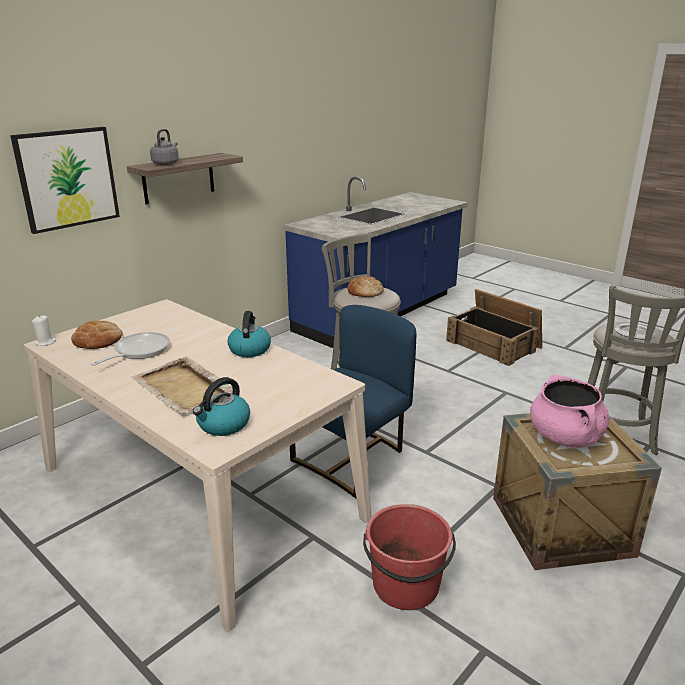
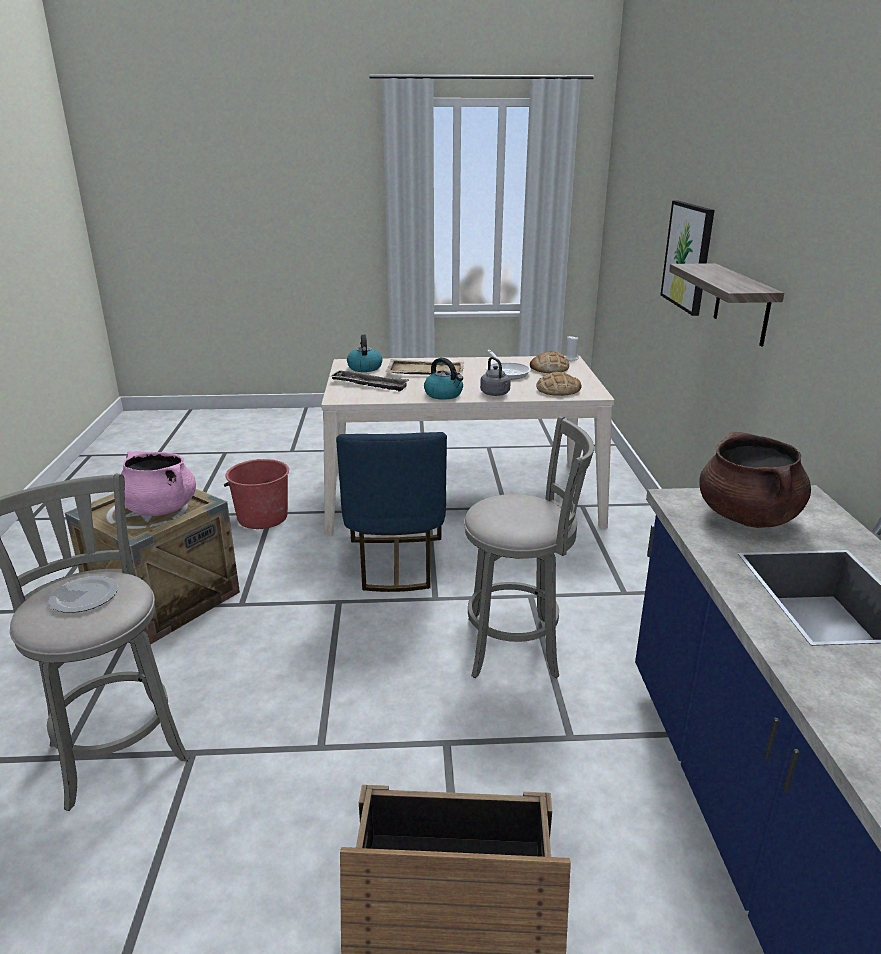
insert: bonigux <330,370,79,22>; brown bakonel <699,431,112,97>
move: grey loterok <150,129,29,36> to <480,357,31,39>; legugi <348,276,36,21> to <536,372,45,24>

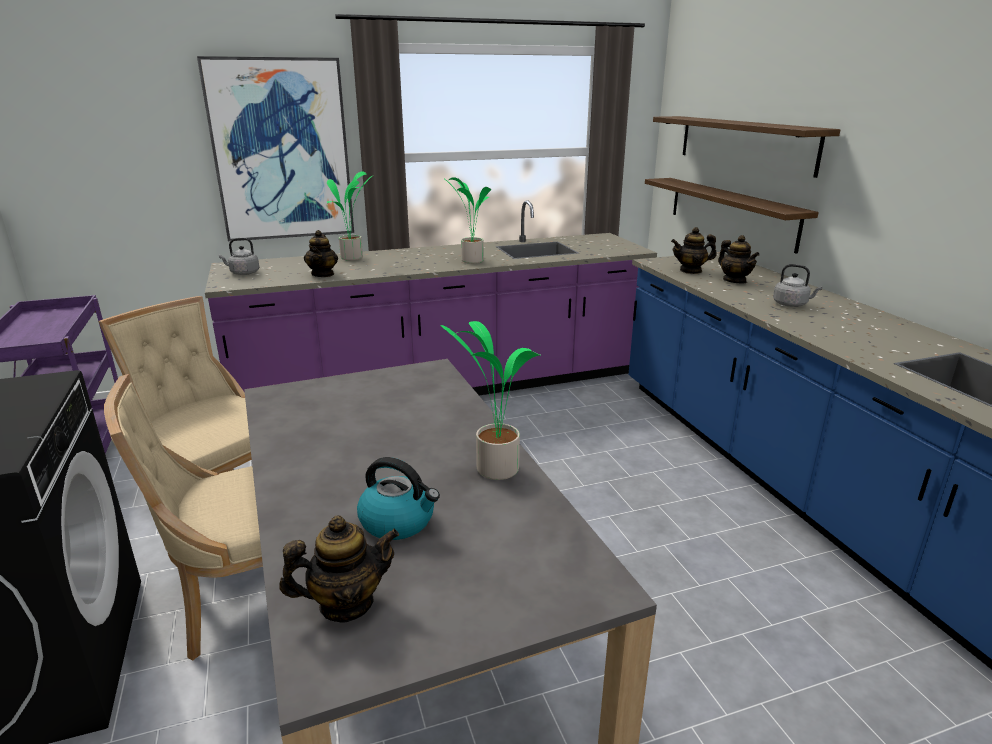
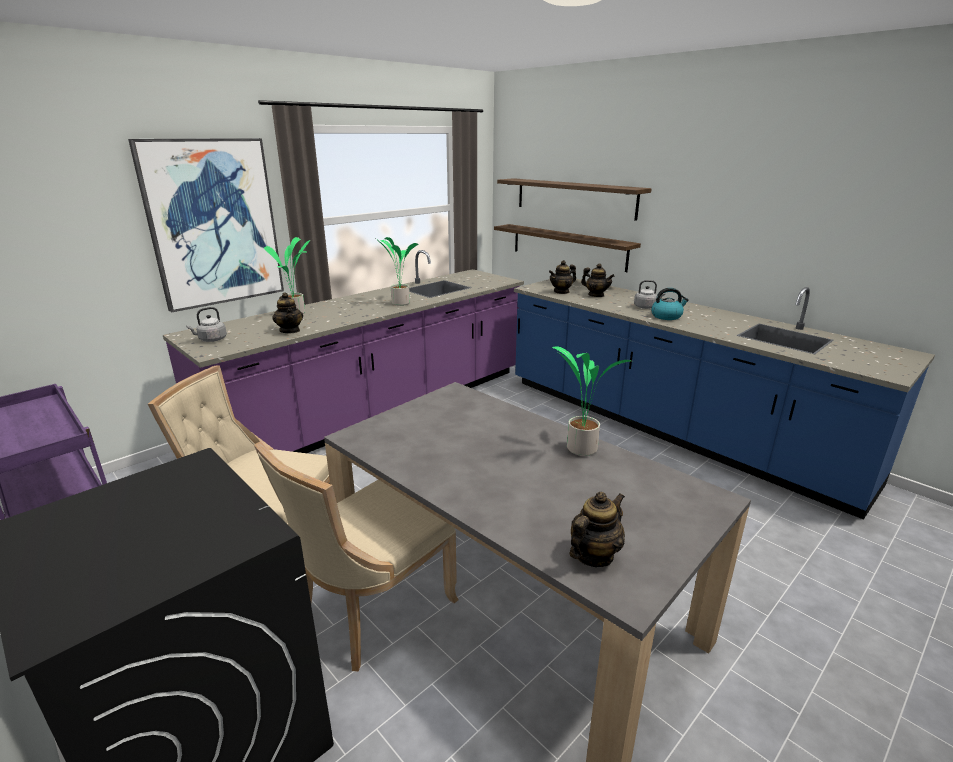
move: loterok <357,457,83,83> to <651,288,38,32>

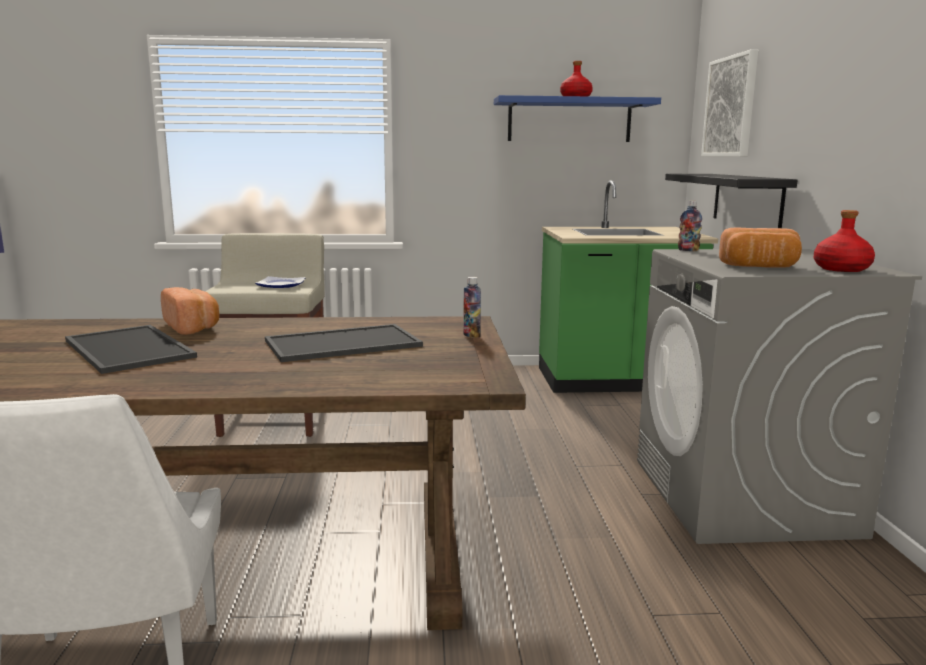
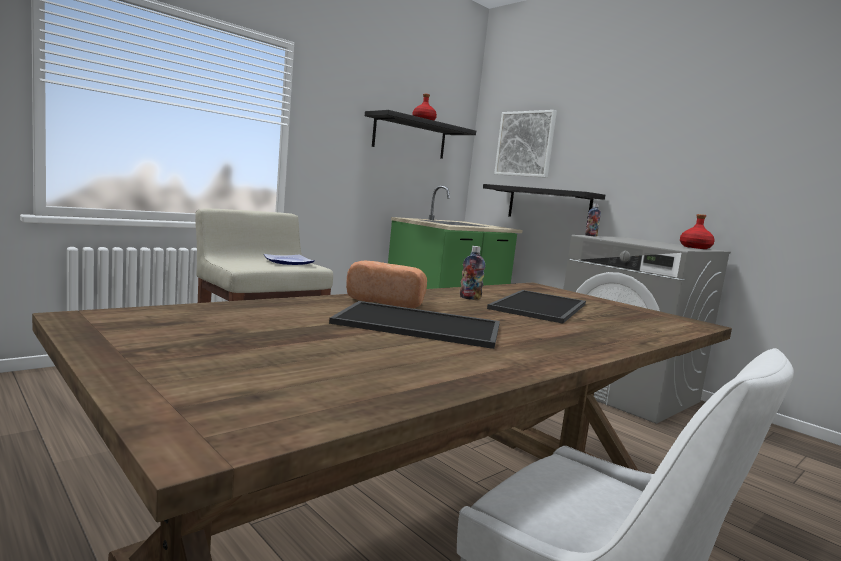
delete: legugi <719,228,83,40>
move: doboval <463,277,18,61> to <460,246,25,54>
recolor: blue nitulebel <494,95,167,47> to black nitulebel <365,110,111,49>

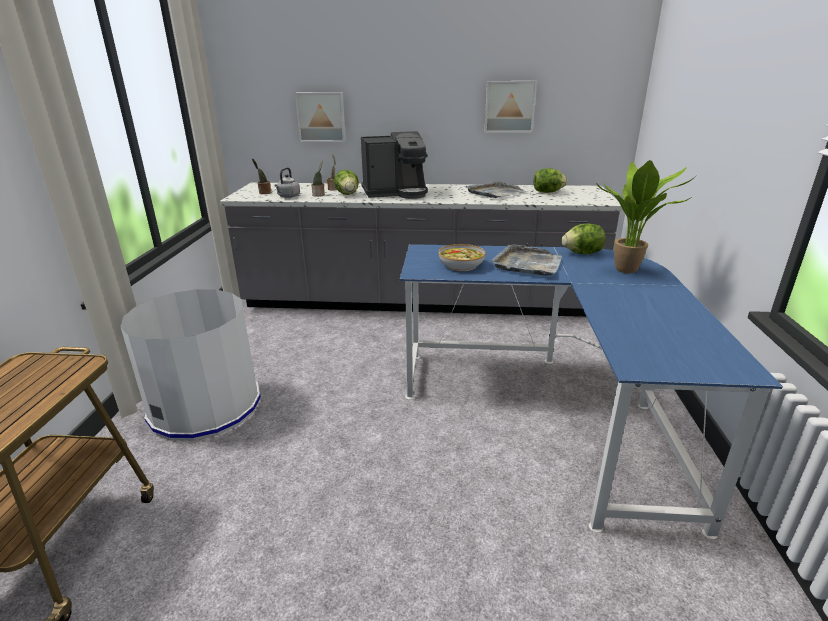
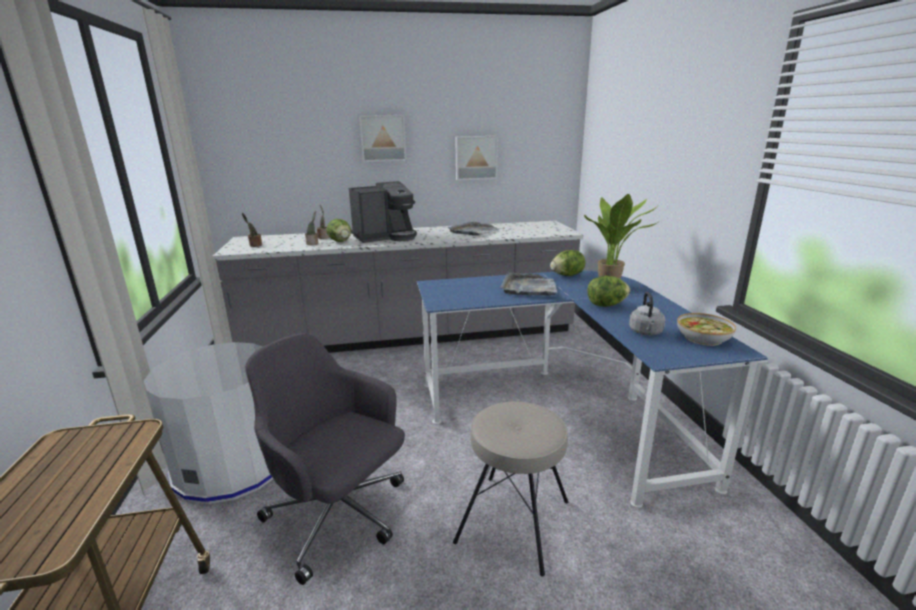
insert: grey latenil <245,333,160,252>; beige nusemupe <453,402,116,175>
move: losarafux <295,92,51,50> to <359,115,48,47>; grey loterok <274,168,26,30> to <629,292,36,43>; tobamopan <534,168,33,25> to <587,276,43,31>; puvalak <439,244,46,27> to <677,313,59,33>

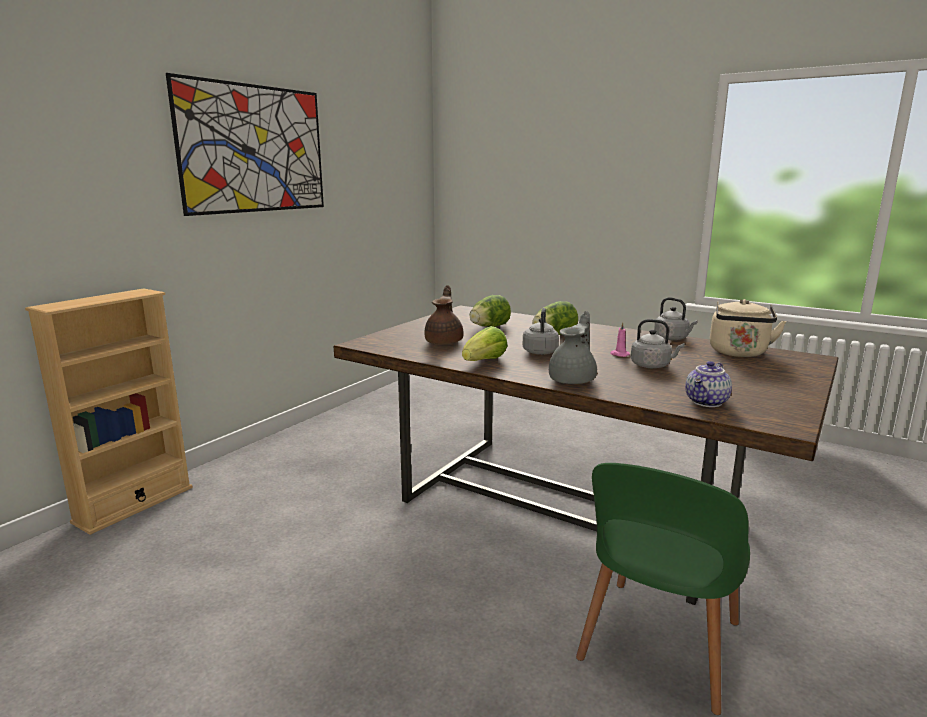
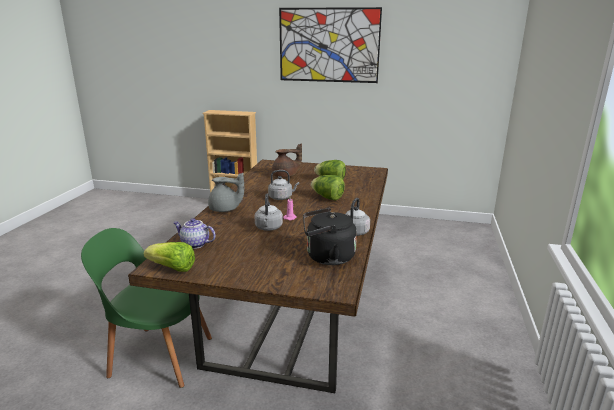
move: tobamopan <462,326,46,35> to <143,242,52,30>
recolor: beige loterok <710,299,77,58> to black loterok <303,208,54,57>

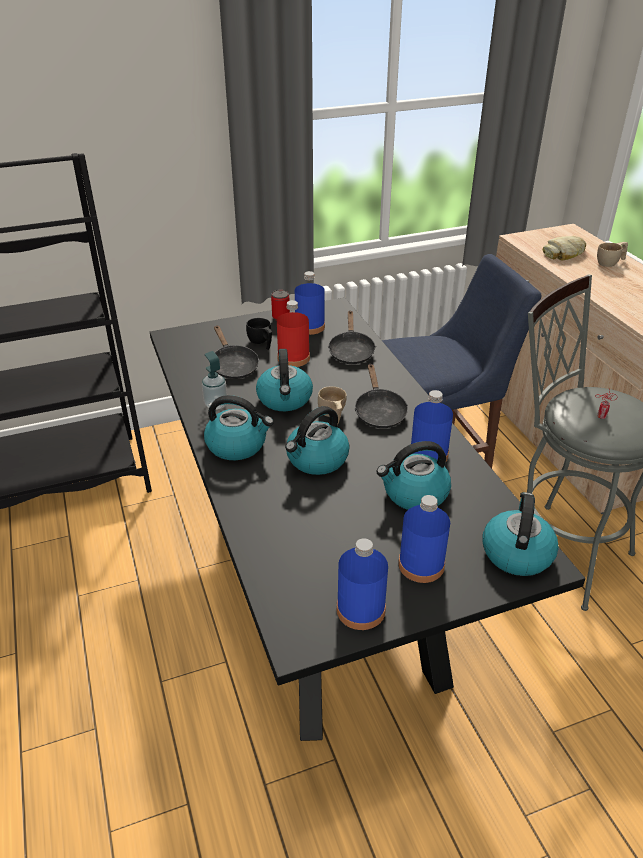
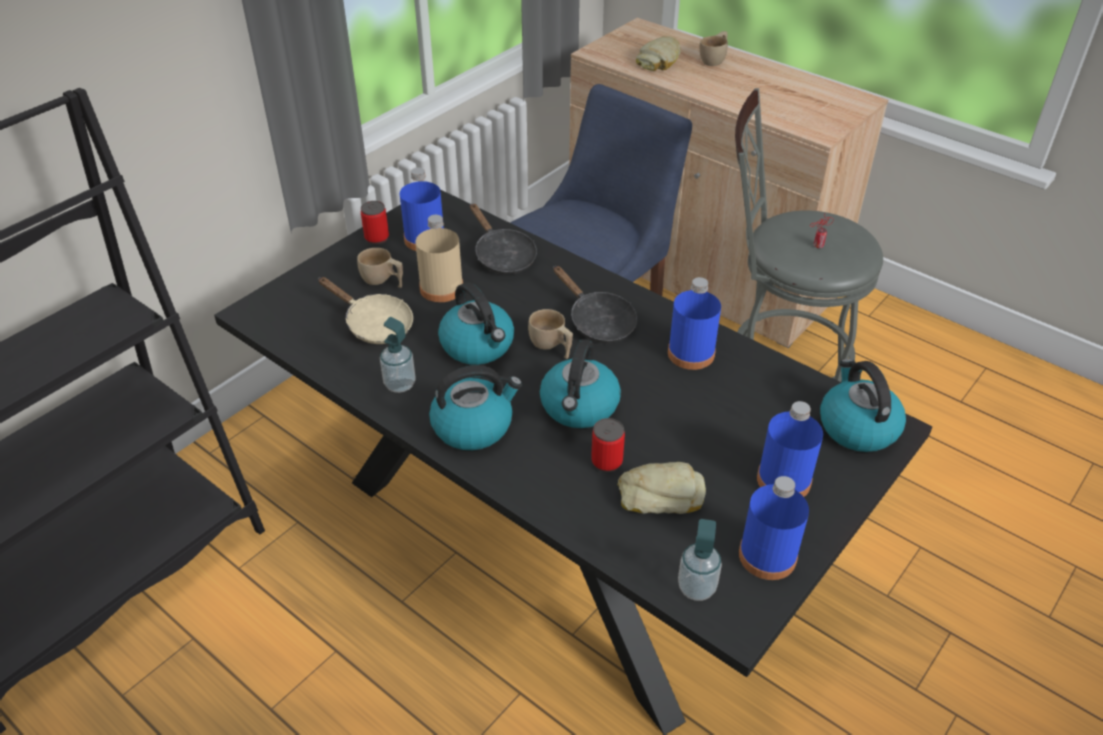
delete: loterok <376,441,75,69>
insert: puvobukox <591,418,34,54>; legugi <618,462,88,52>; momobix <678,519,44,82>
recolor: red doboval <277,300,33,67> to beige doboval <415,215,48,87>; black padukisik <246,318,26,32> to beige padukisik <357,248,46,40>; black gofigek <214,325,45,54> to beige gofigek <318,277,95,67>

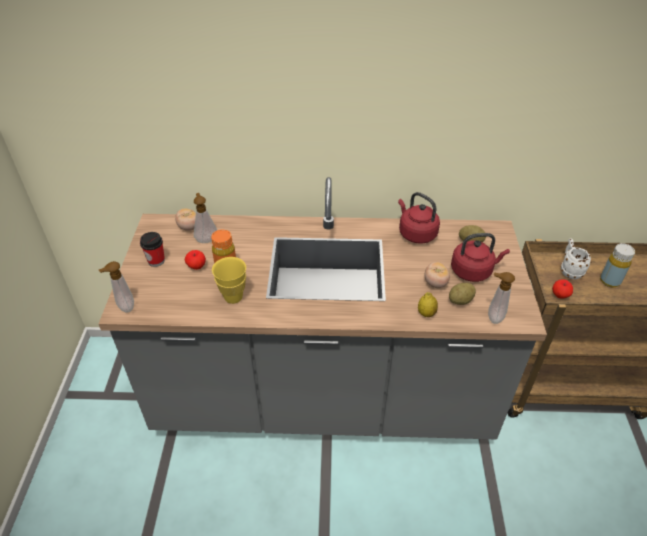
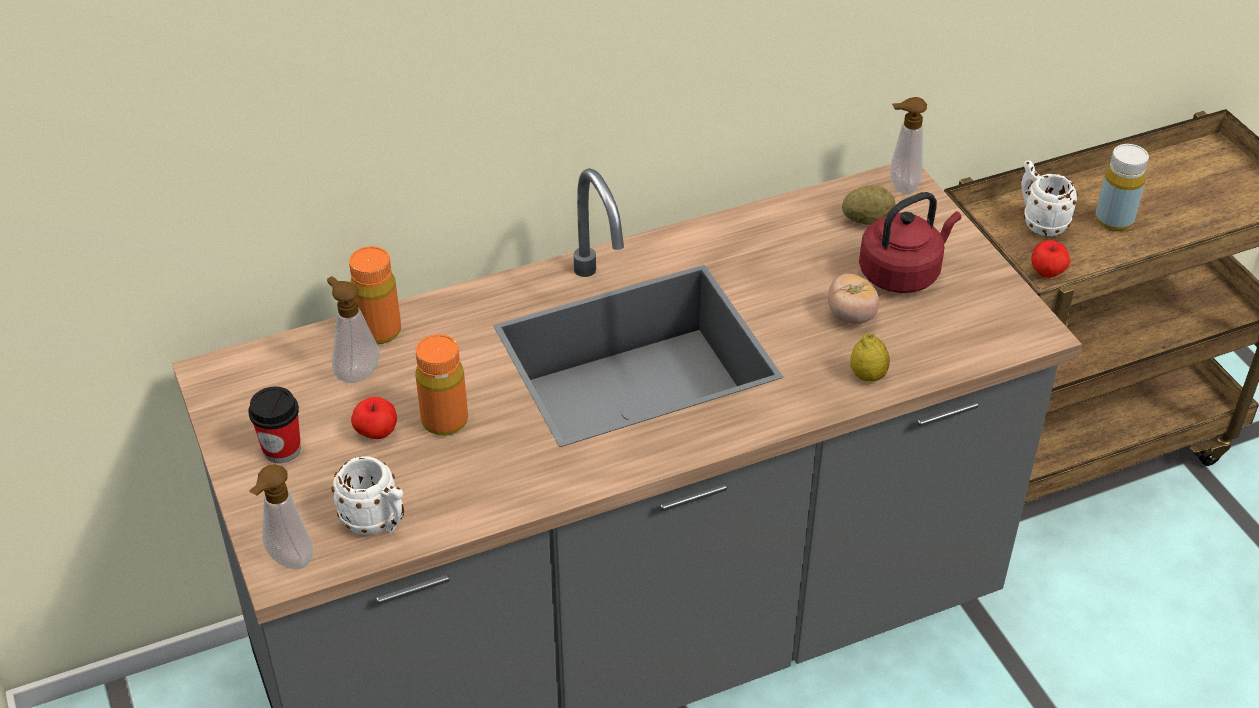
delete: red loterok <398,192,42,51>; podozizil <175,208,21,23>; yellow padukisik <212,257,34,47>; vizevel <449,283,27,22>
insert: orange doboval <349,246,52,98>; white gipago <332,456,72,79>
move: momobix <488,272,27,52> to <890,97,37,97>

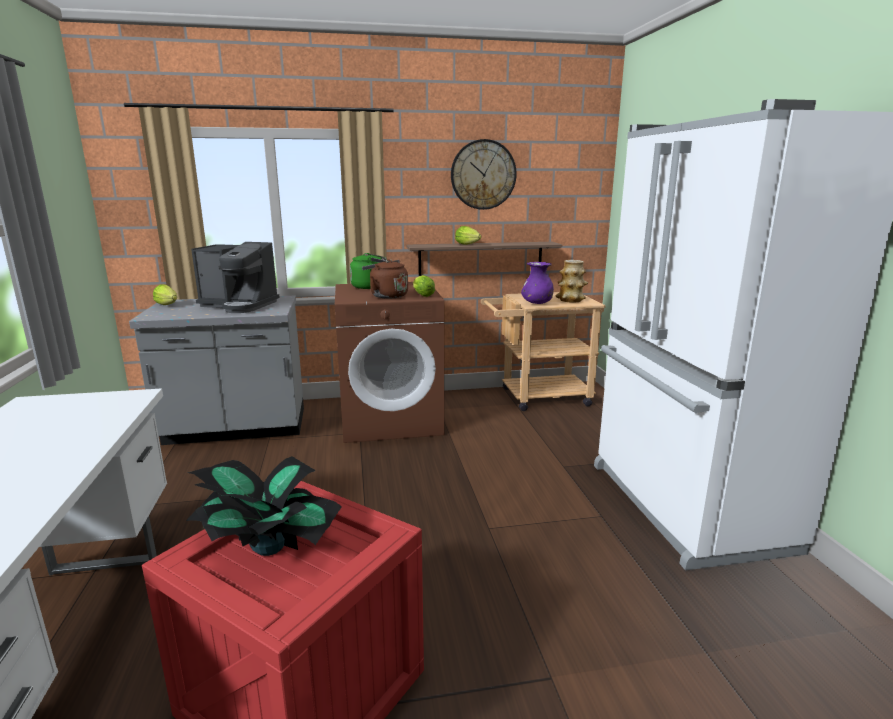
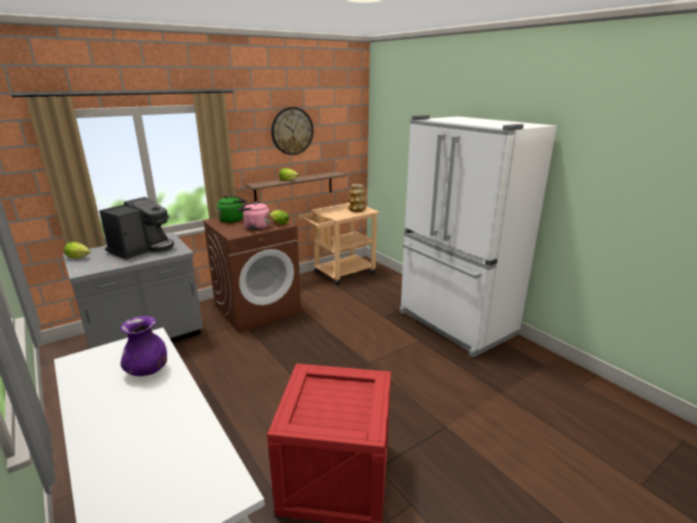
delete: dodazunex <186,456,156,100>
move: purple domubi <521,262,33,42> to <120,316,47,60>
recolor: brown loterok <362,259,46,40> to pink loterok <238,201,33,29>
rotate: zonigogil <191,242,89,71> = <99,197,75,63> 45 degrees counterclockwise

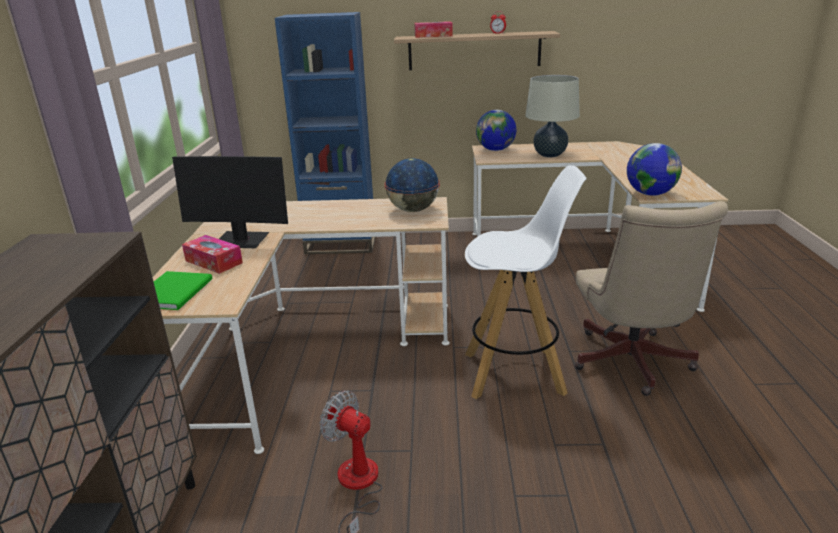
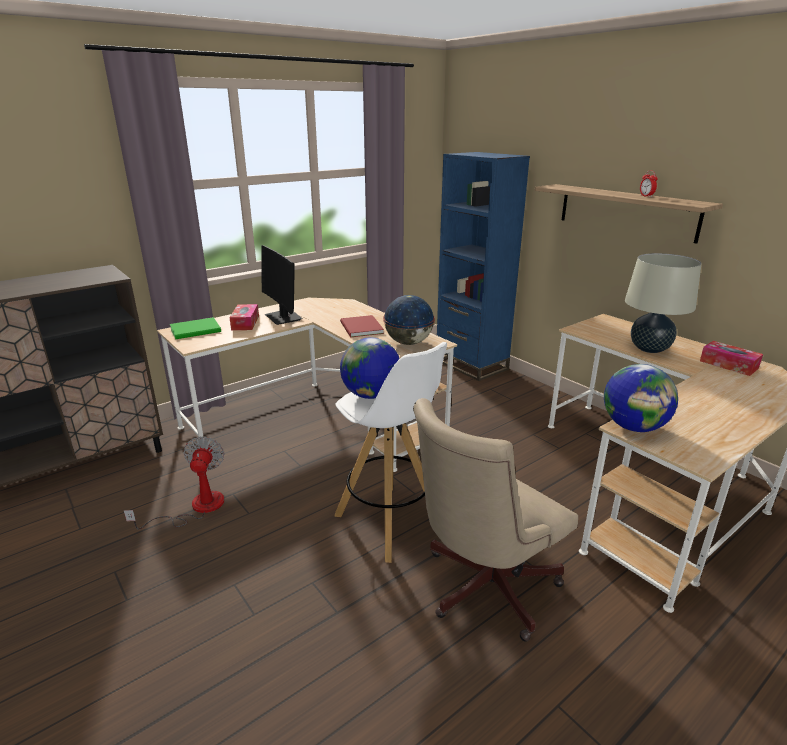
insert: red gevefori <340,315,44,22>
move: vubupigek <414,21,39,17> to <700,341,63,35>; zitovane <476,110,40,41> to <340,337,60,62>

